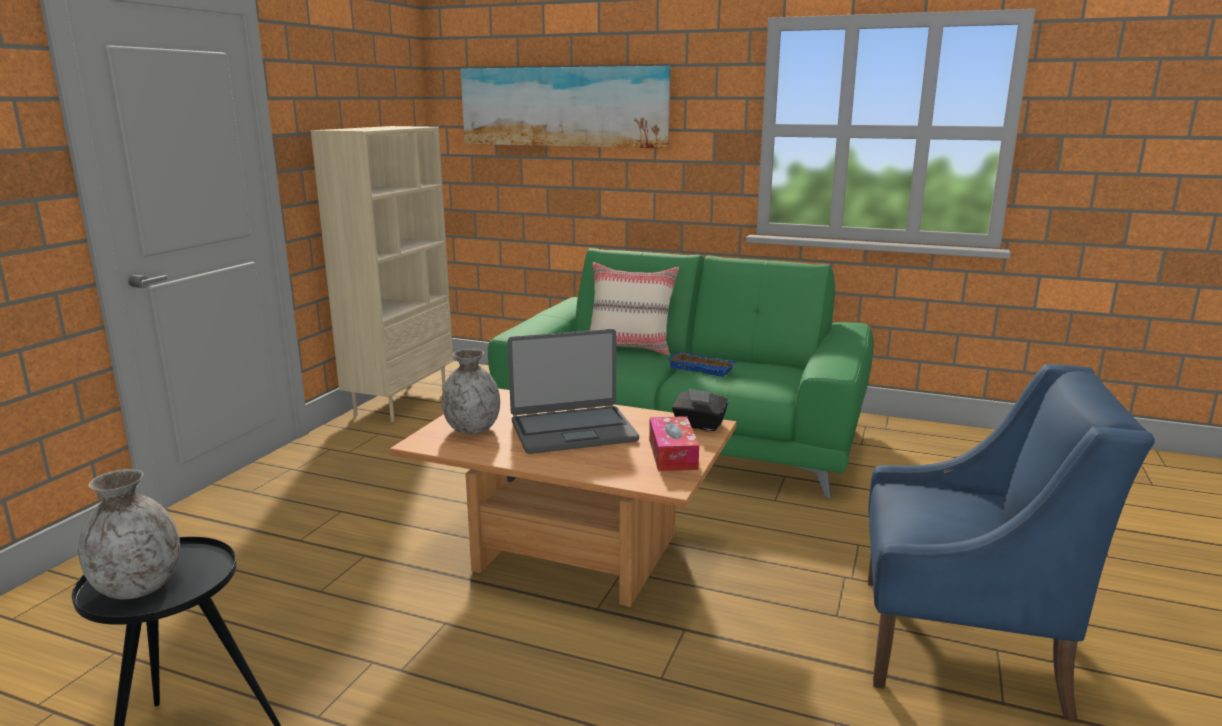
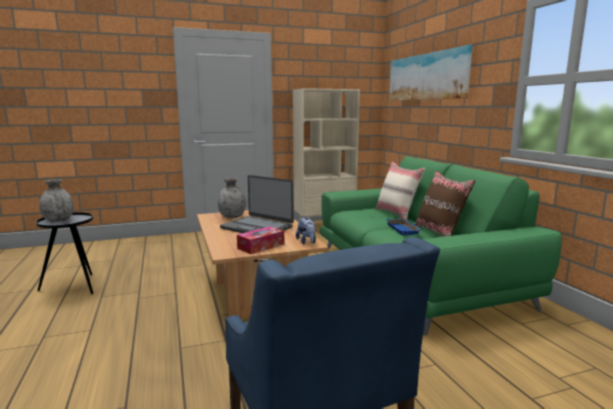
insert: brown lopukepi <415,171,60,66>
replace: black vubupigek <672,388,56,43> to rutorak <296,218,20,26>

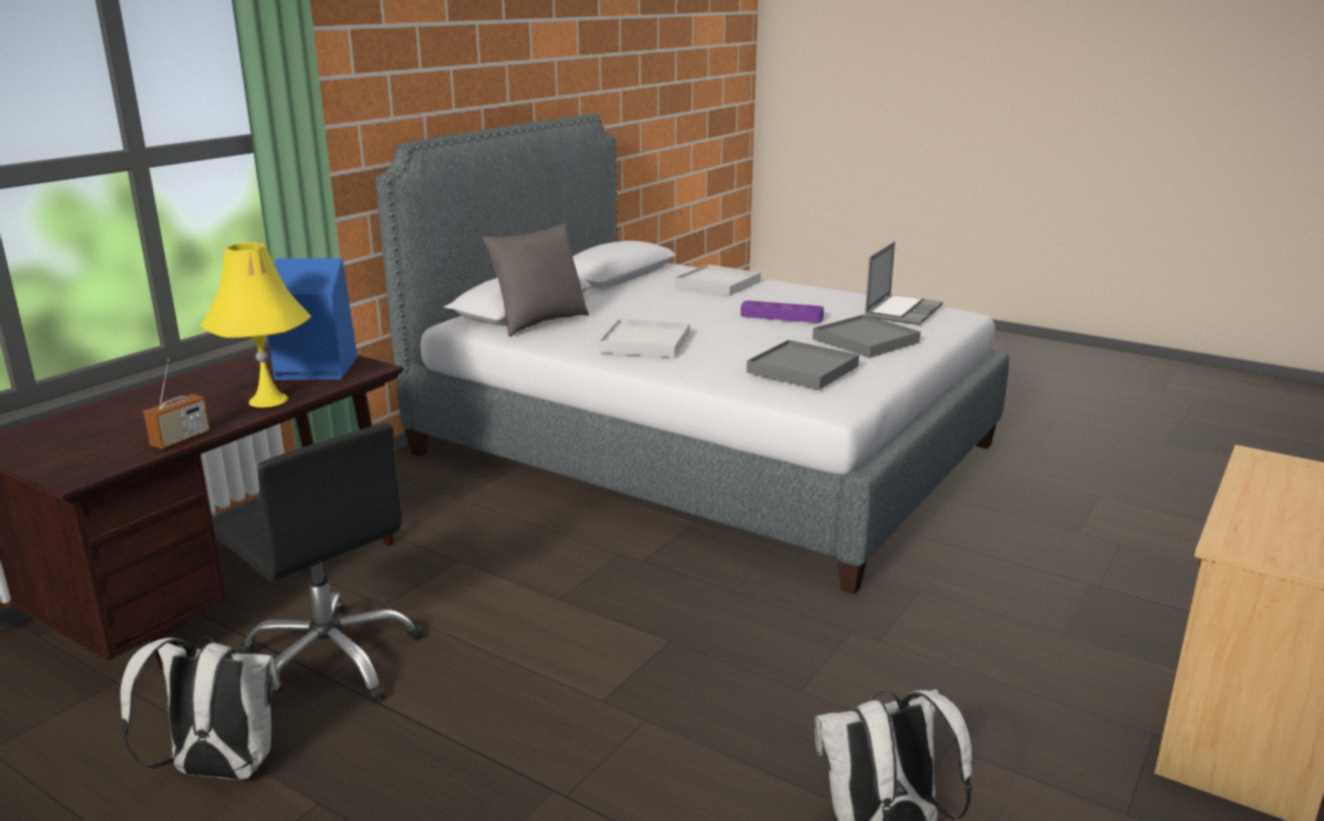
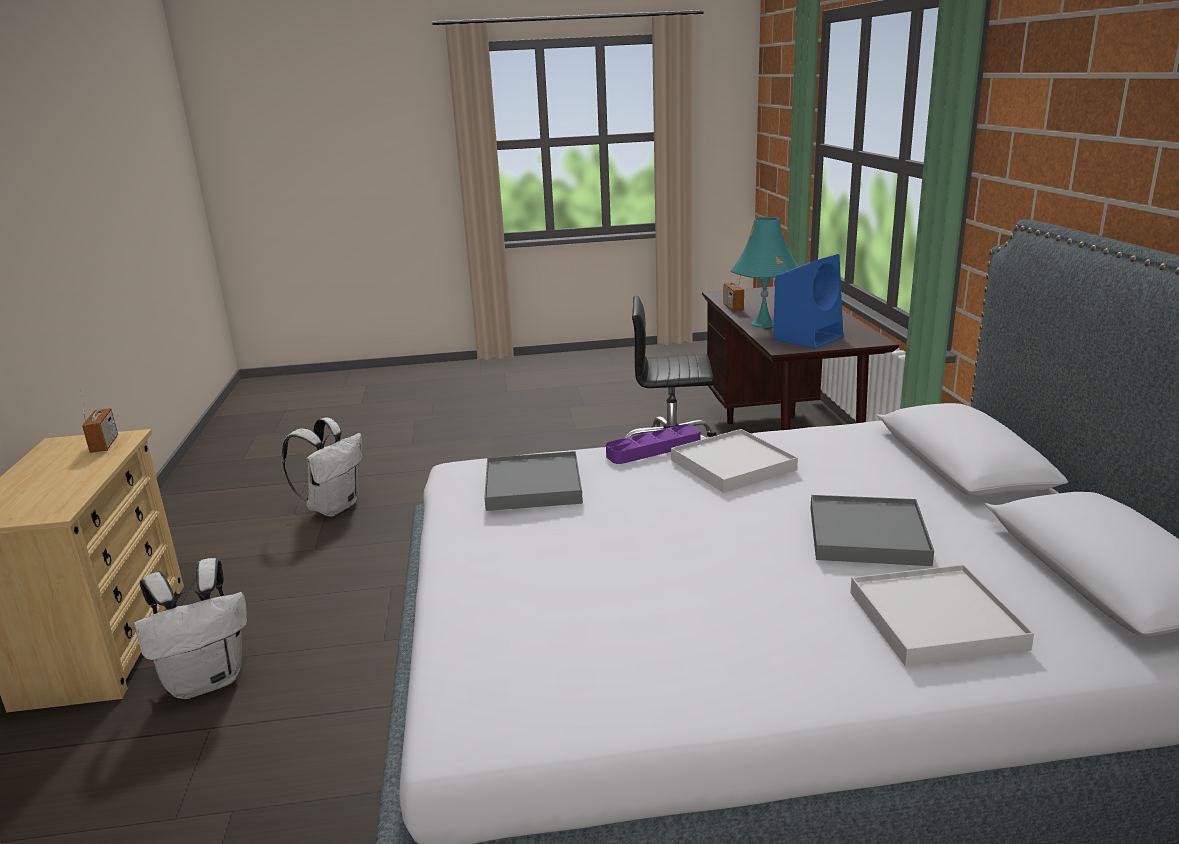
delete: grey lopukepi <482,224,107,113>; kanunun <864,242,79,83>
insert: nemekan <79,383,39,70>
move: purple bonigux <741,301,83,22> to <606,424,94,40>; grey bonigux <813,315,108,43> to <810,495,124,71>; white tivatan <120,636,162,144> to <134,558,113,141>
recolor: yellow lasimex <200,242,111,166> to turquoise lasimex <731,217,68,111>

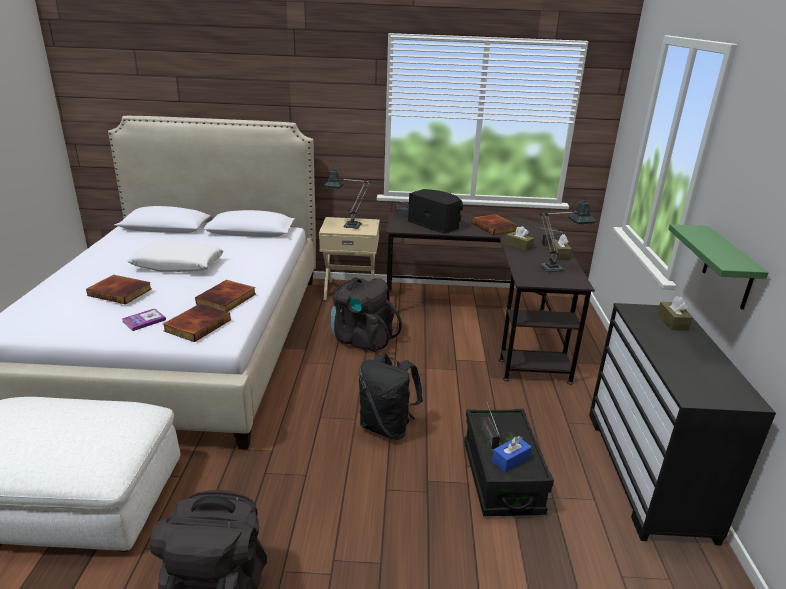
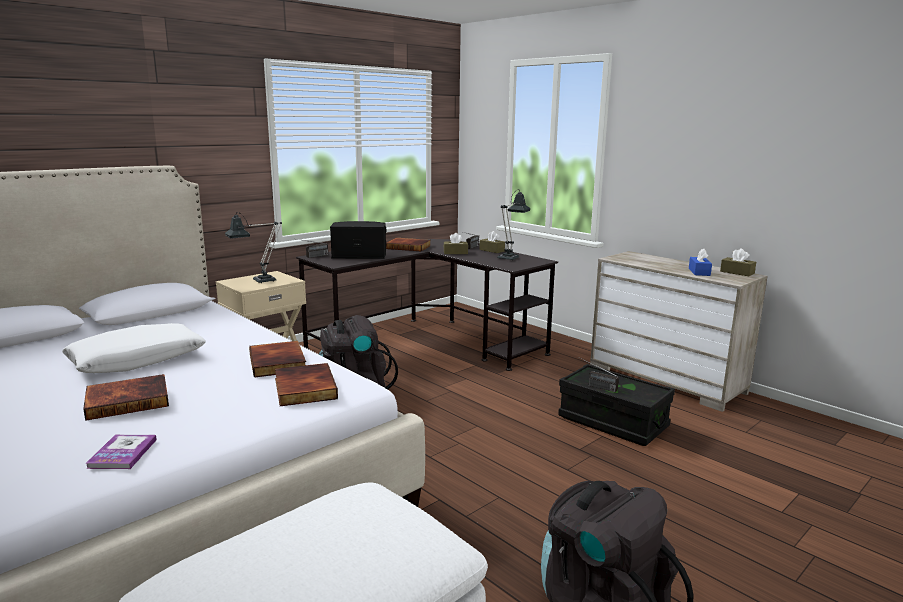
delete: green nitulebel <668,224,101,86>; black tivatan <359,354,64,86>
move: brown vubupigek <657,296,35,35> to <720,249,36,27>; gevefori <122,308,44,23> to <86,435,71,34>; blue vubupigek <492,436,40,36> to <689,248,23,28>
recolor: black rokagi <589,303,187,243> to beige rokagi <590,251,178,161>

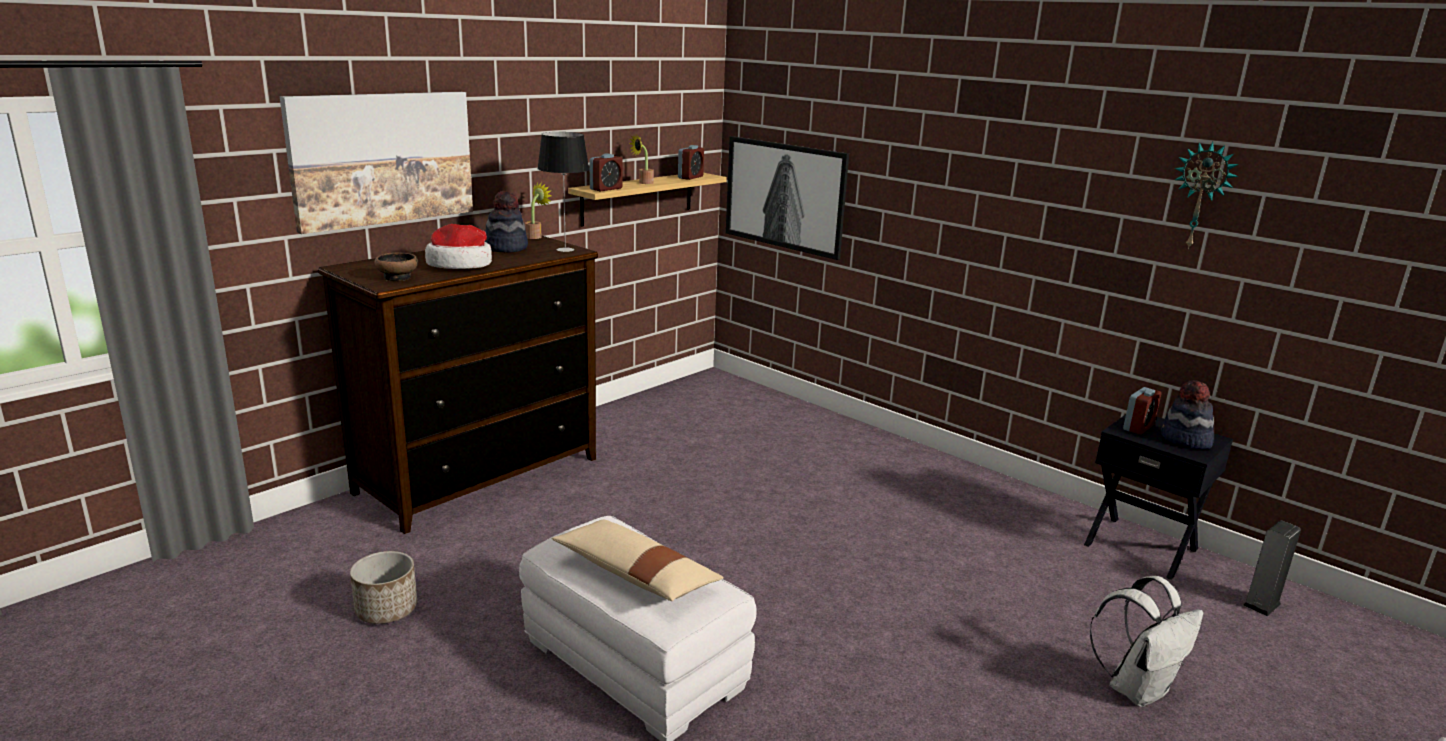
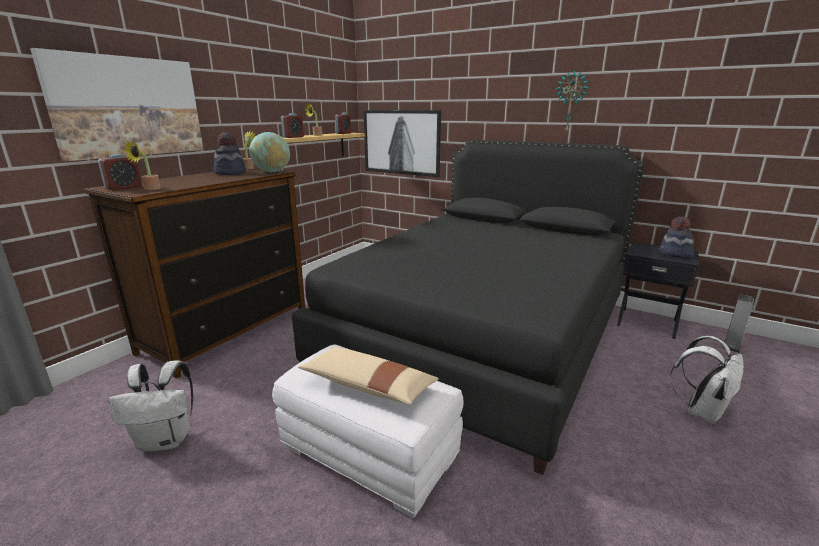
delete: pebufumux <425,224,67,45>
insert: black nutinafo <292,140,353,335>
move: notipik <1174,142,65,107> to <555,70,34,63>; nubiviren <1123,387,38,48> to <98,154,44,36>
replace: lasimex <537,132,52,120> to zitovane <249,132,41,40>; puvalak <374,253,44,28> to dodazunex <123,140,38,50>; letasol <350,551,67,73> to white tivatan <109,360,84,92>

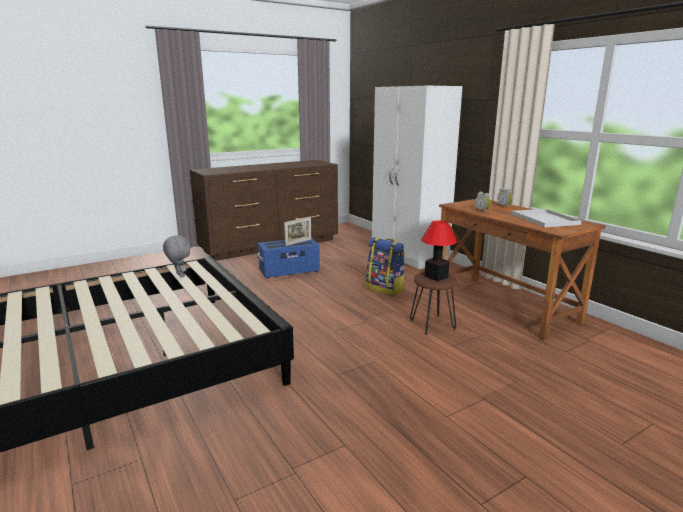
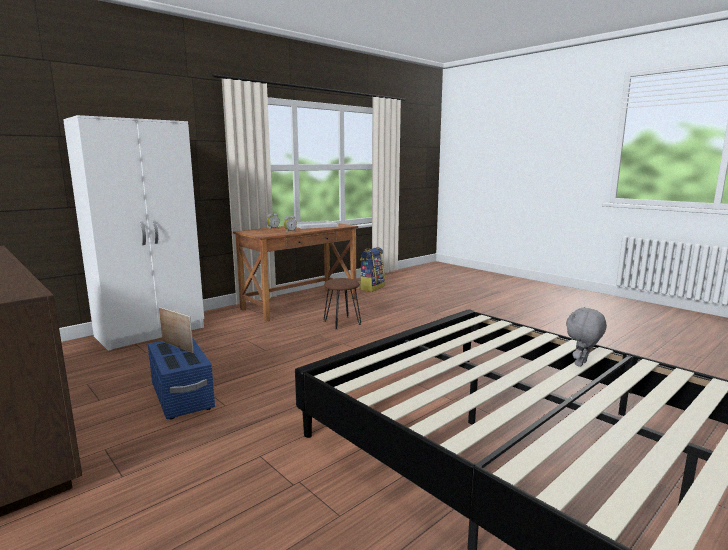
delete: lasimex <421,220,36,61>
move: grey rutorak <163,235,28,43> to <566,307,41,60>; tivatan <366,237,39,59> to <359,247,26,45>

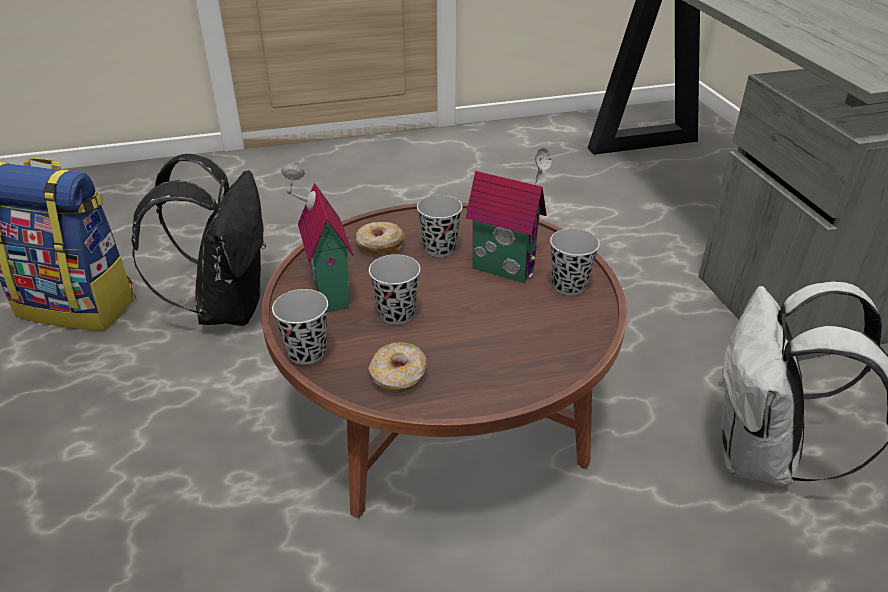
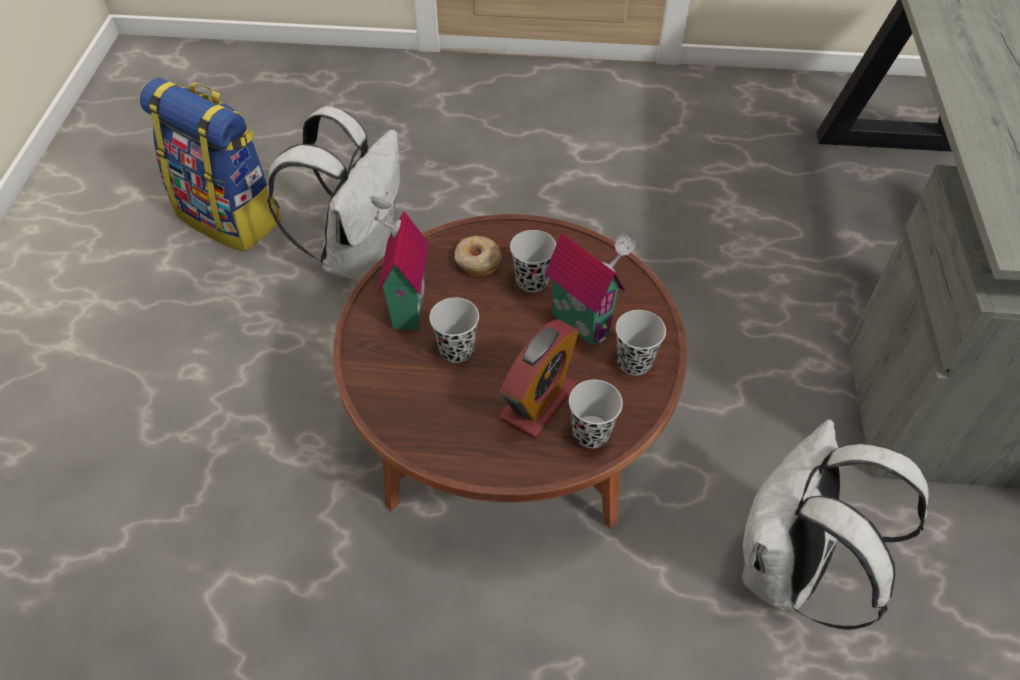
delete: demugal <368,342,59,51>
insert: nubiviren <500,319,79,120>
move: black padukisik <272,289,56,76> to <569,380,54,68>
recolor: black tivatan <131,154,135,172> to white tivatan <267,106,133,175>

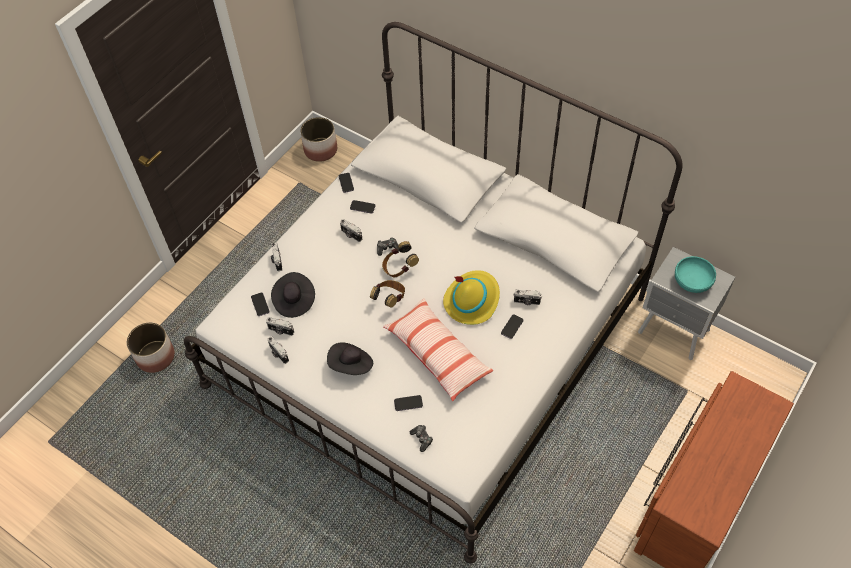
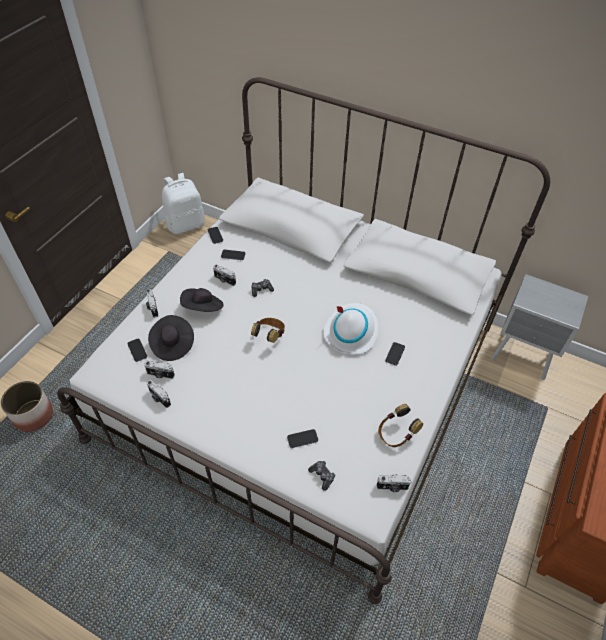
delete: turquoise puvalak <675,256,41,37>; lopukepi <383,298,110,103>
move: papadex <382,241,37,36> to <378,404,45,43>; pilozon <513,290,29,15> to <377,474,35,18>; black pebufumux <327,342,46,33> to <180,288,44,24>
replace: letasol <300,117,37,45> to white tivatan <162,173,43,62>
recolor: yellow pebufumux <443,270,57,55> to white pebufumux <323,303,55,52>

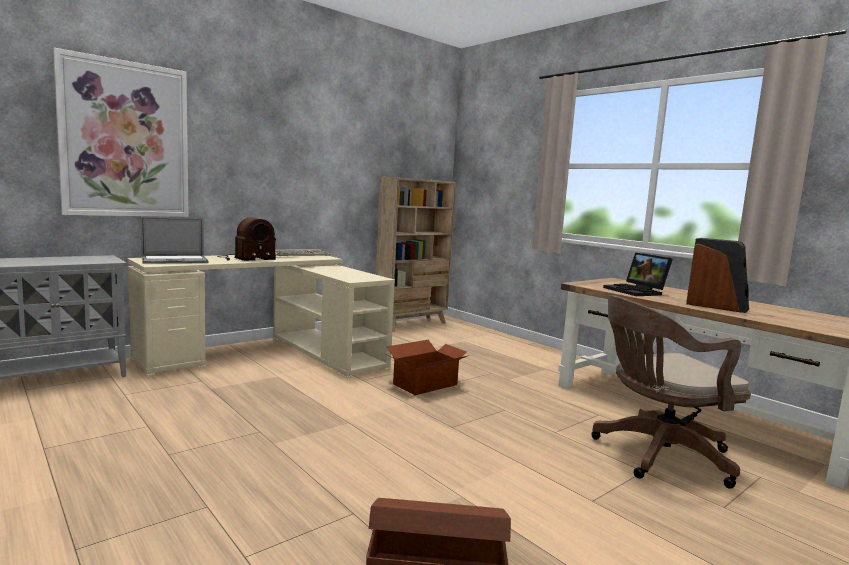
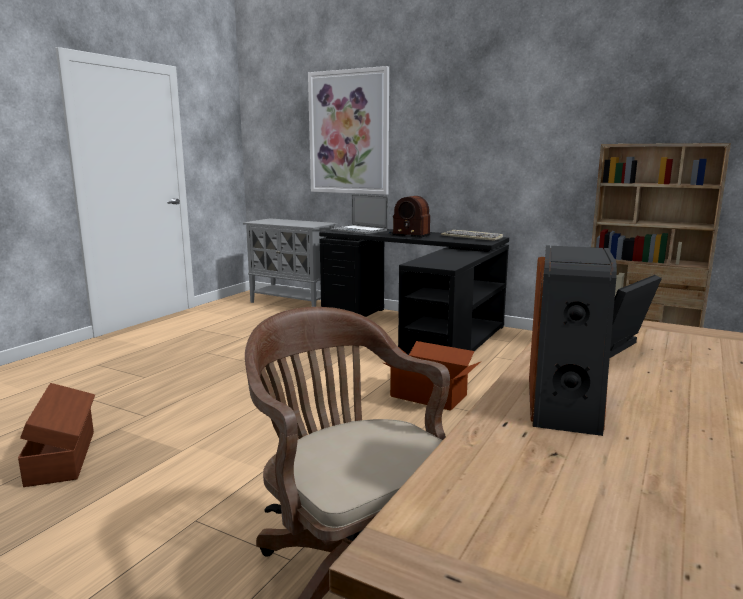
recolor: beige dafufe <127,255,268,123> to black dafufe <319,229,190,126>

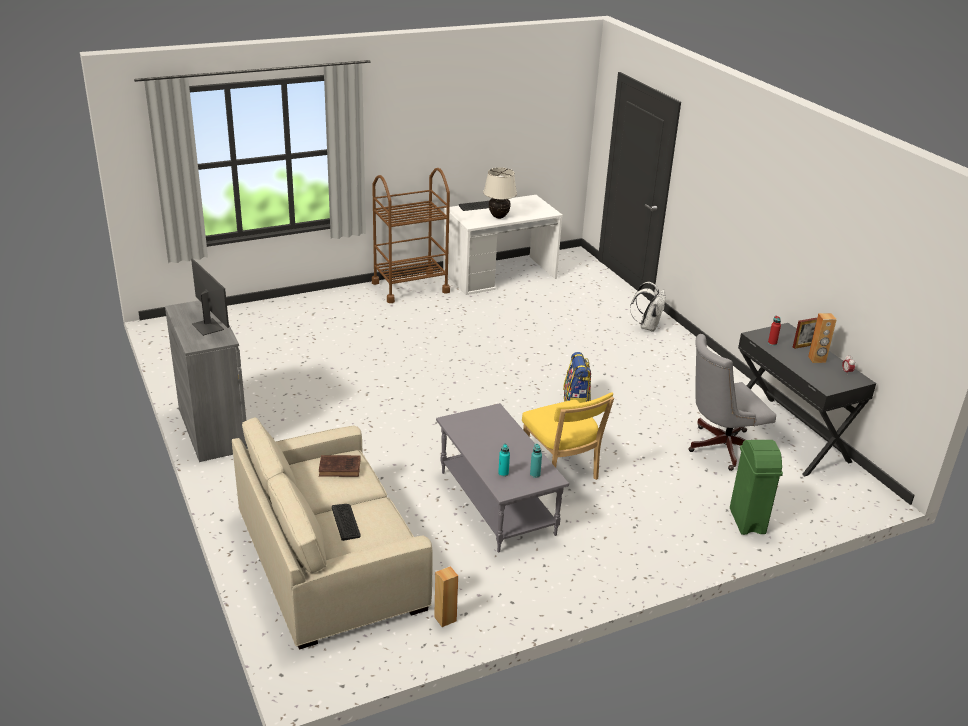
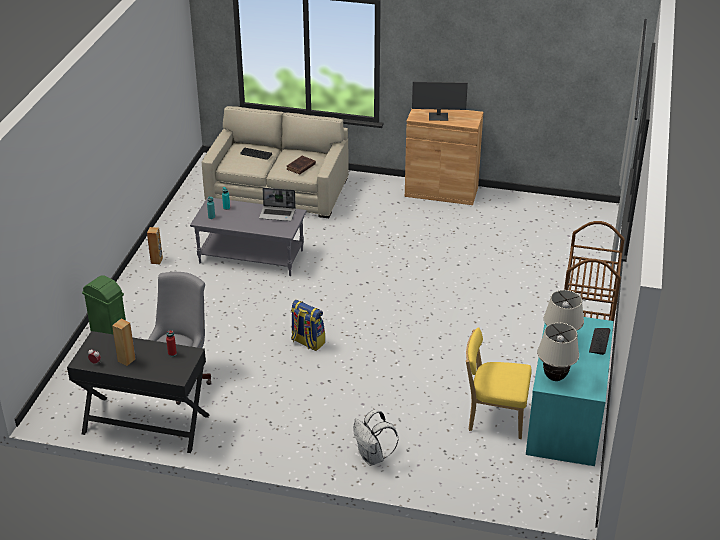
delete: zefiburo <793,318,24,31>
insert: kanunun <259,188,37,33>; beige lasimex <537,323,42,58>
move: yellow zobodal <522,392,92,88> to <466,327,66,112>; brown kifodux <434,566,24,61> to <147,227,16,37>
recolor: white dafufe <443,195,120,100> to turquoise dafufe <526,317,88,149>; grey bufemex <165,300,83,162> to brown bufemex <405,109,78,96>

